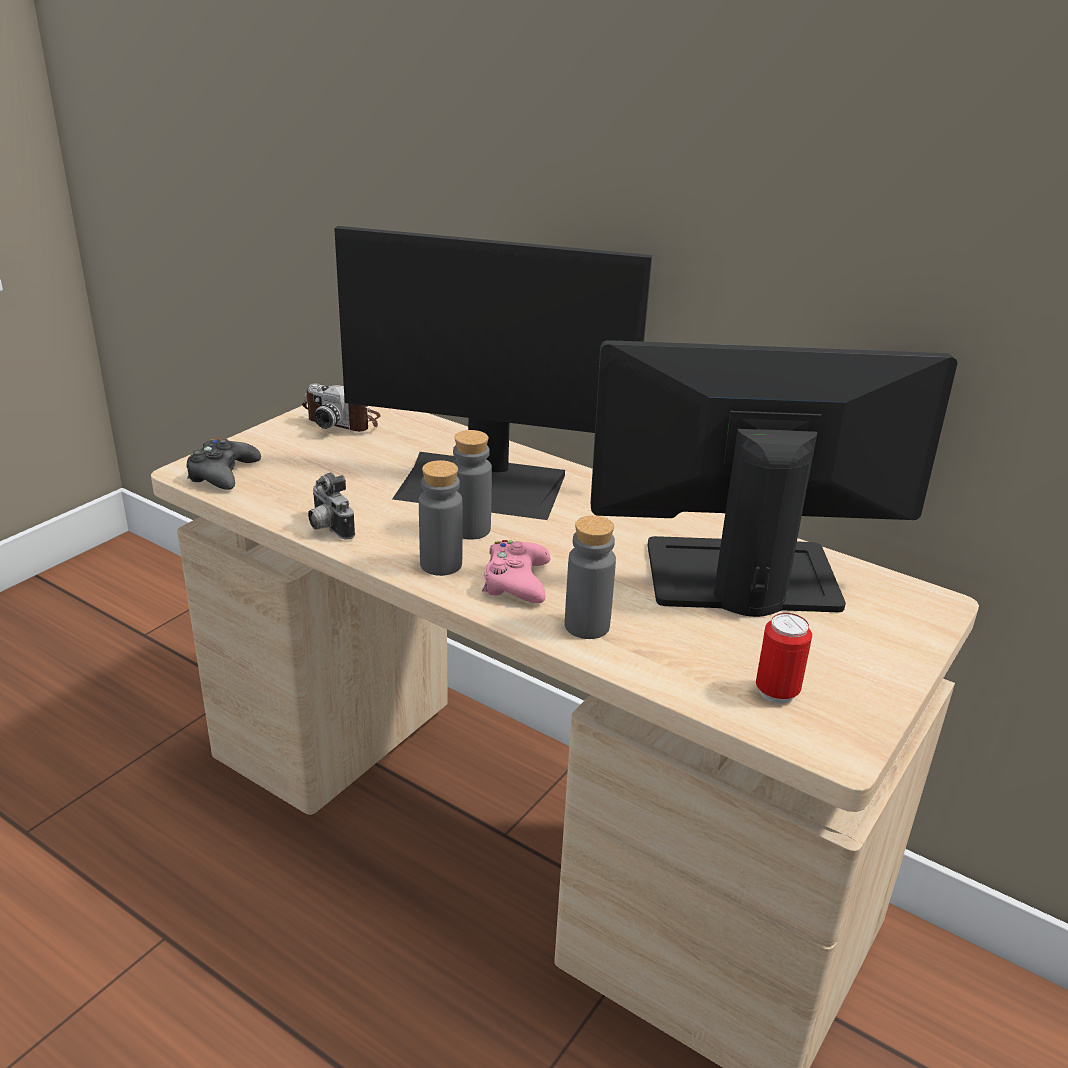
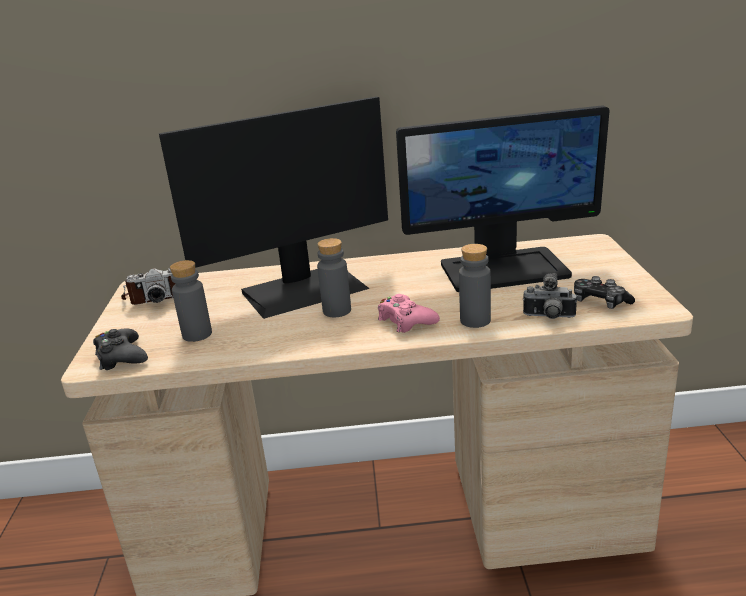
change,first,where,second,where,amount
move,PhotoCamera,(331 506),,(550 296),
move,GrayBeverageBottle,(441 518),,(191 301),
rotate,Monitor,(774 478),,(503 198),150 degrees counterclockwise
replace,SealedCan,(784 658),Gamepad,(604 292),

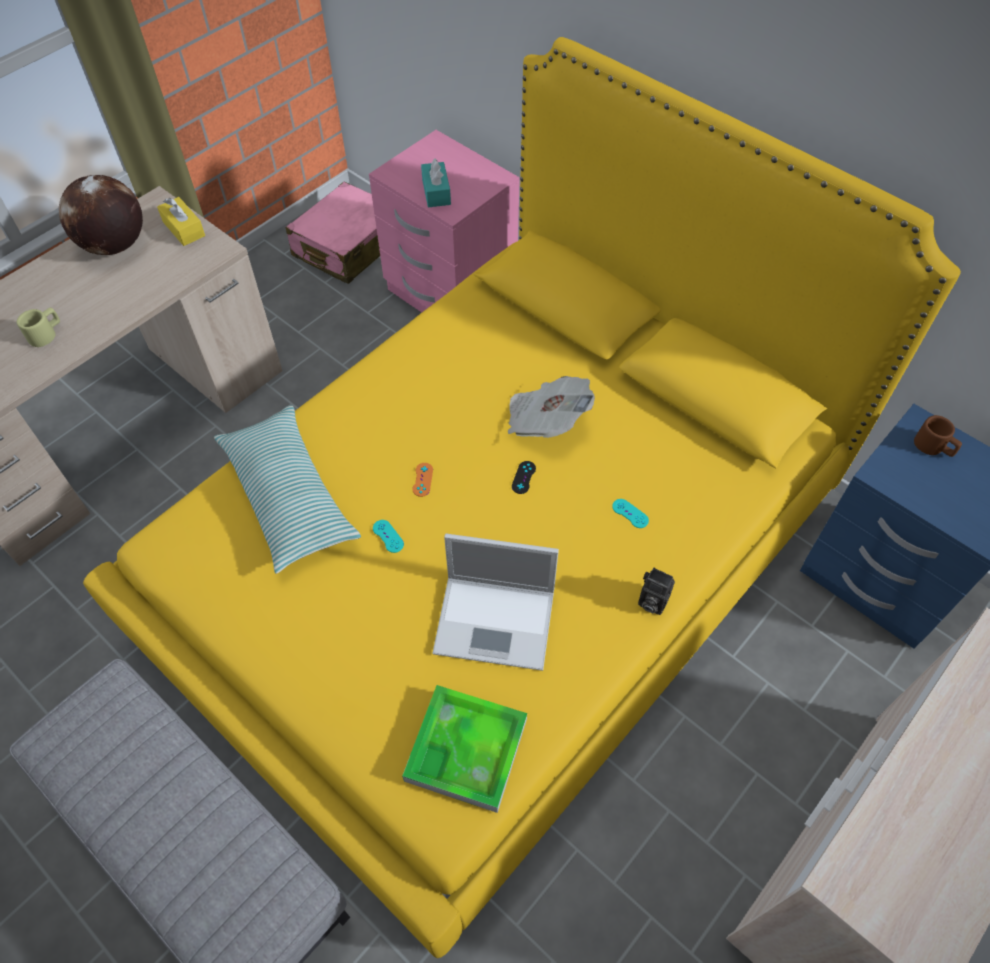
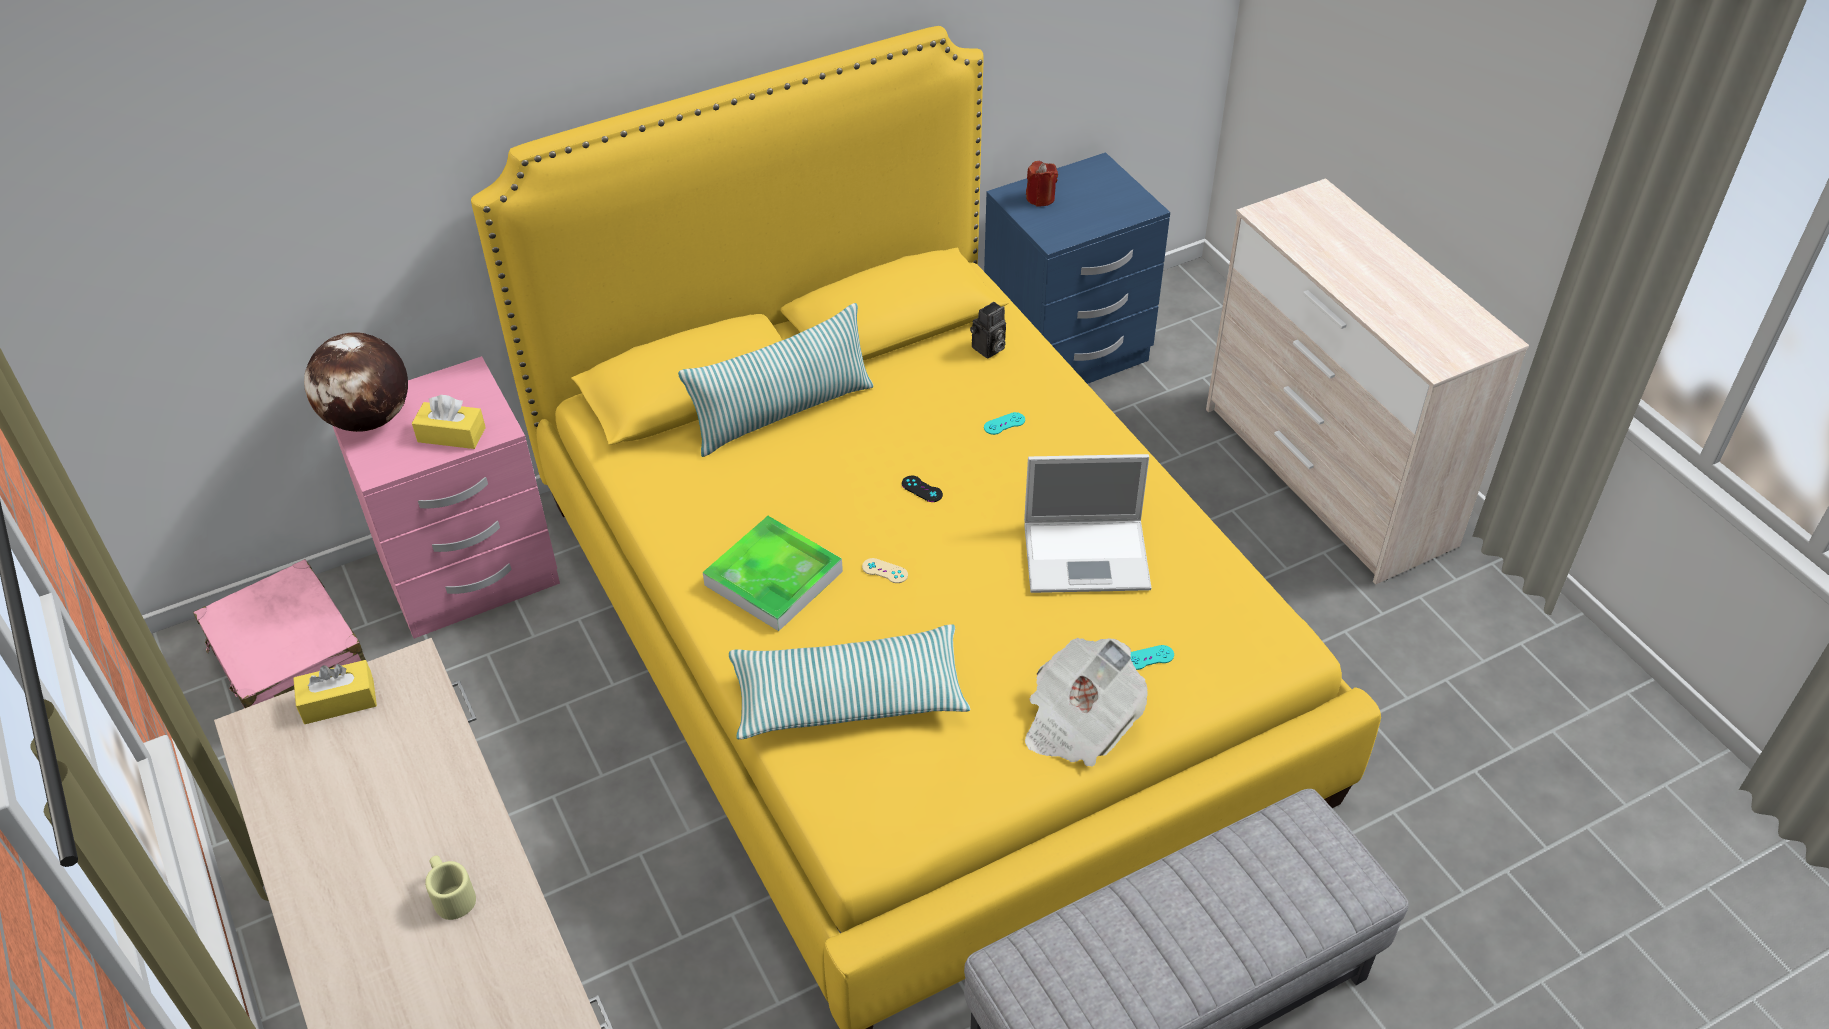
change,first,where,second,where,amount
move,DeskGlobe,(101 215),,(356 382),
move,TurquoiseGamepad,(388 536),,(1152 657),
move,ServingTray,(464 749),,(773 573),
recolor,OrangeyGamepad,(422 480),SandColouredGamepad,(885 570),
recolor,TurquoiseBoxOfTissues,(436 182),YellowishBoxOfTissues,(449 422),
rotate,PortableComputer,(495 602),,(1088 523),60 degrees clockwise
move,PrintedPaper,(551 407),,(1086 702),
move,PhotoCamera,(656 591),,(988 330),
replace,BrownMug,(938 436),RedWaxCandle,(1042 184),
insert,,,Pillow,(776 380),

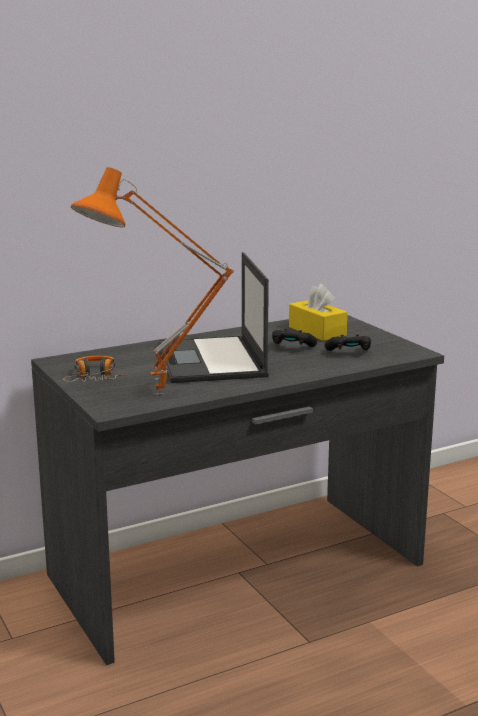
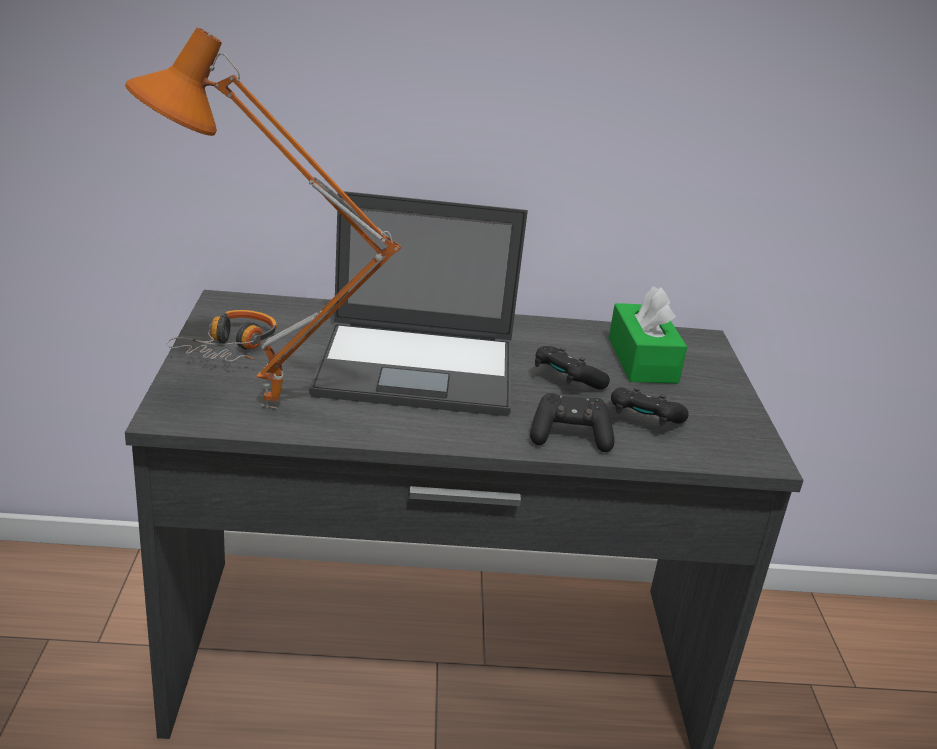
change,first,where,second,where,amount
rotate,PortableComputer,(213 317),,(418 303),105 degrees counterclockwise
recolor,YellowishBoxOfTissues,(318 312),GreenColouredBoxOfTissues,(648 335),
insert,,,BlackGamepad,(572 422),

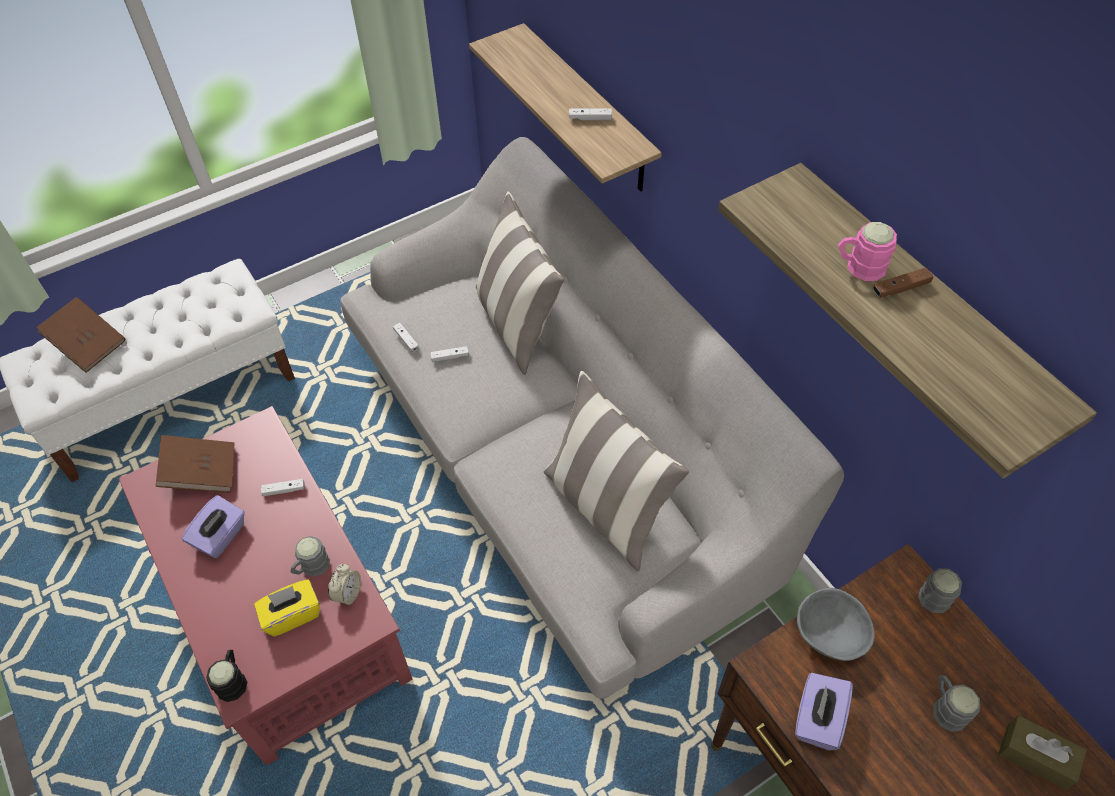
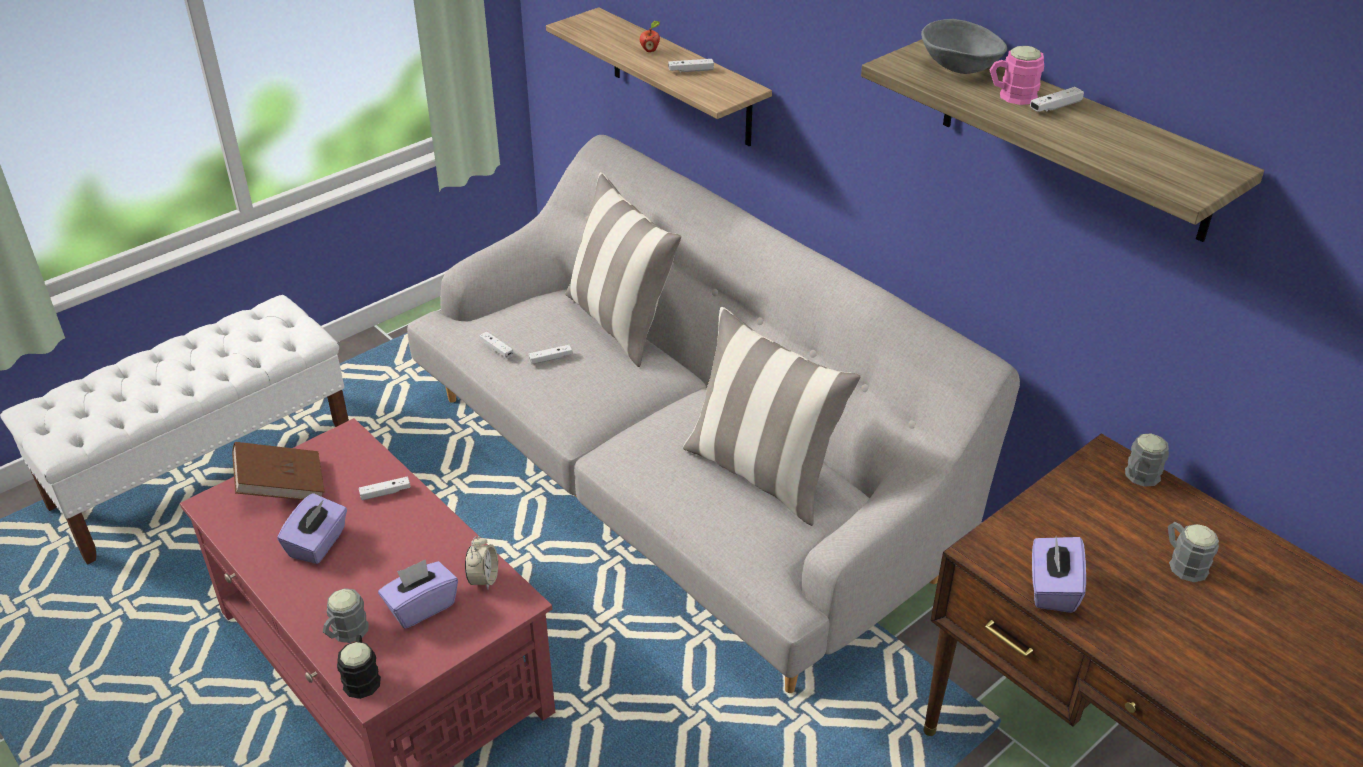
change,first,where,second,where,amount
delete,BrownBook,(80 335),,,
recolor,YellowishBoxOfTissues,(287 608),PurplishBoxOfTissues,(418 594),
move,GrayMug,(310 556),,(346 615),
move,GrayBowl,(836 624),,(964 46),
recolor,BrownGamepad,(903 282),WhiteColouredGamepad,(1057 99),
delete,BrownBoxOfTissues,(1042 752),,,
insert,,,AppleFruit,(649 36),

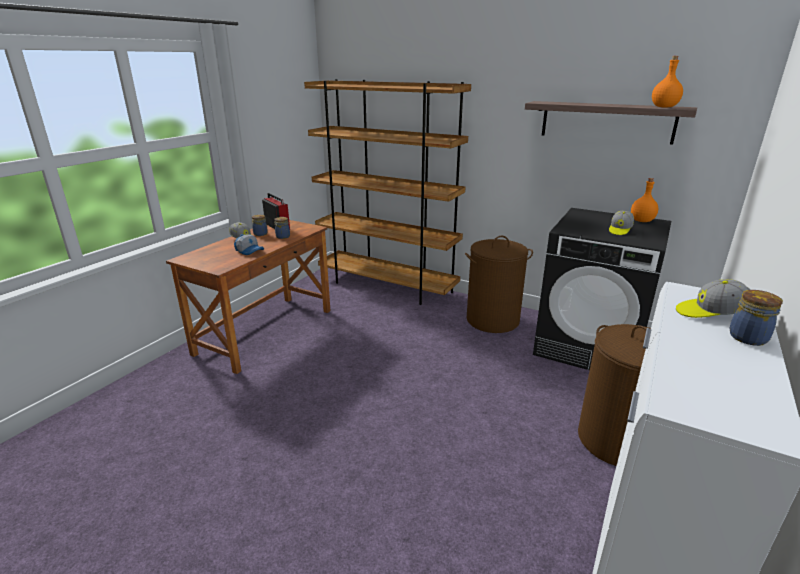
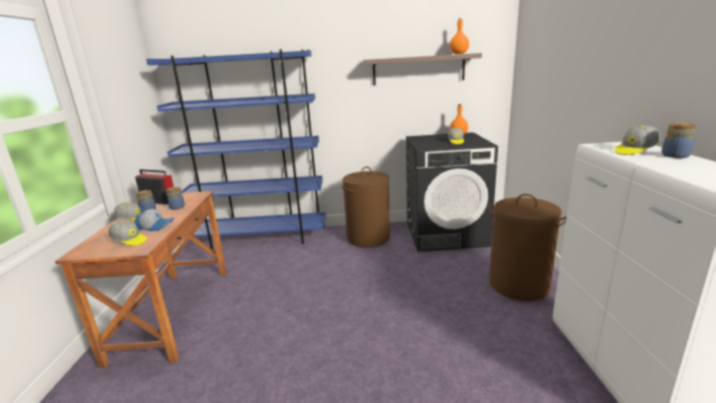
change,first,where,second,where,amount
recolor,BrownBookcase,(387 192),BlueBookcase,(236 149),
insert,,,Cap,(128 233),

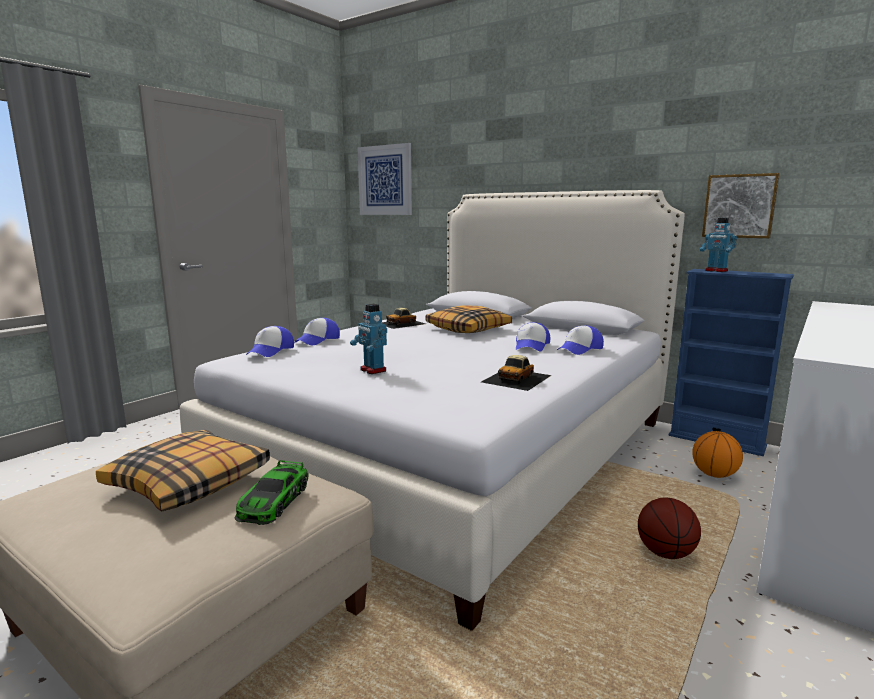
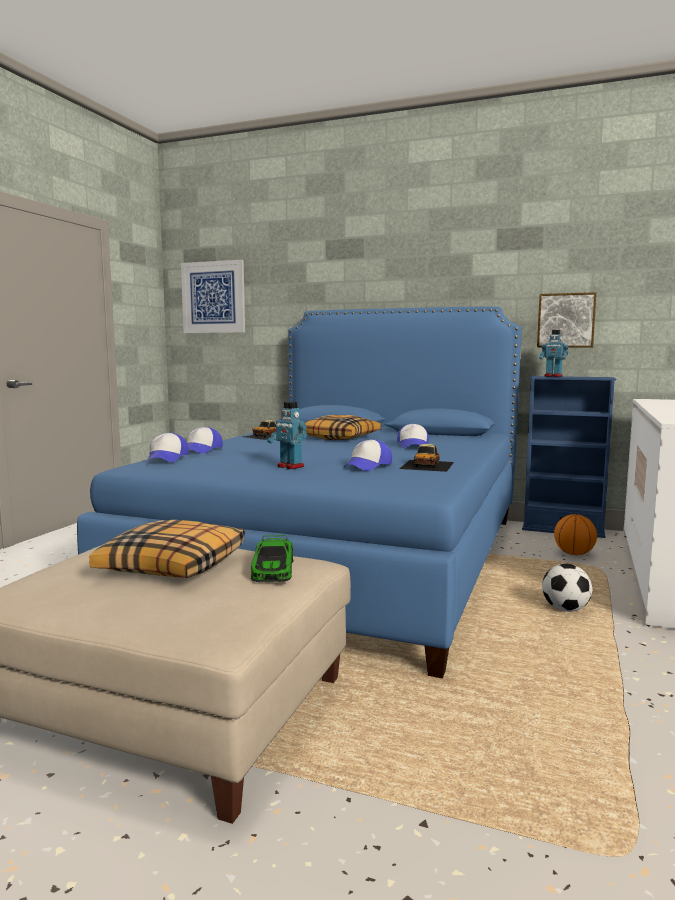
change,first,where,second,where,amount
recolor,WhiteColouredBedroomBed,(432 410),BlueBedroomBed,(299 492),
move,Cap,(580 340),,(367 455),
replace,BasketballBall,(669 528),FootballBall,(567 588),

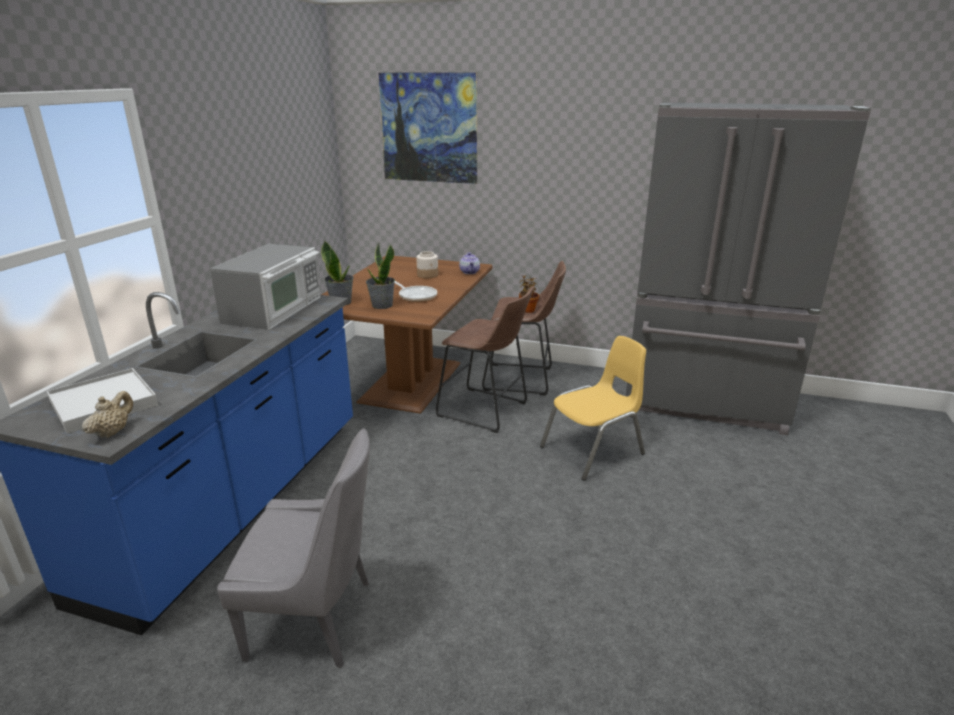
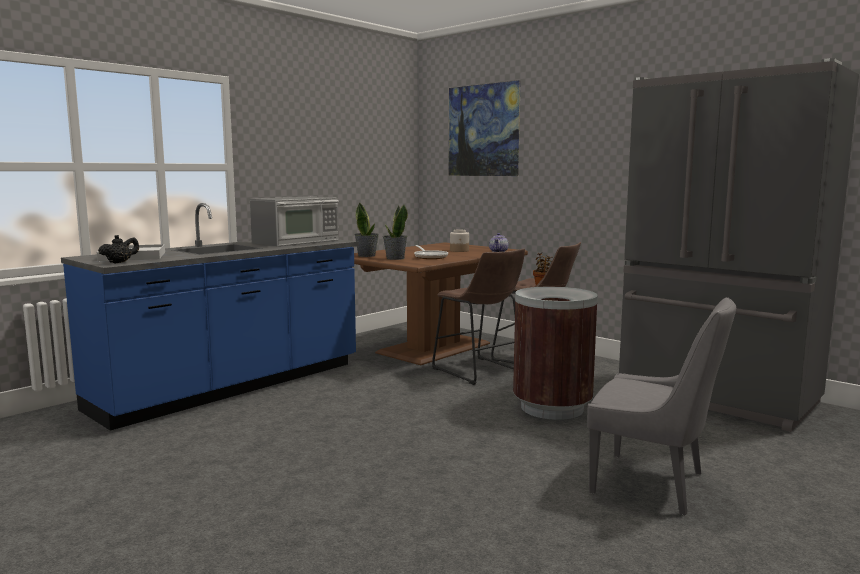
change,first,where,second,where,amount
recolor,SandColouredTeapot,(107 414),BlackTeapot,(118 249),
move,GrayPlainChair,(293 548),,(661 406),
replace,YellowishPlainChair,(593 408),BrownWasteBin,(555 353),

